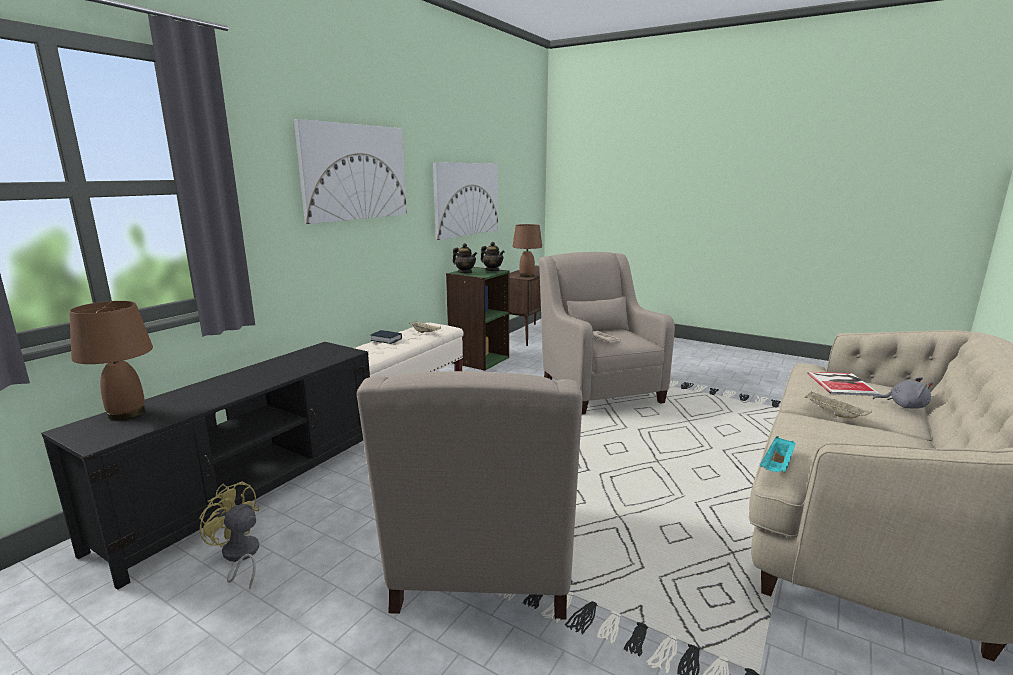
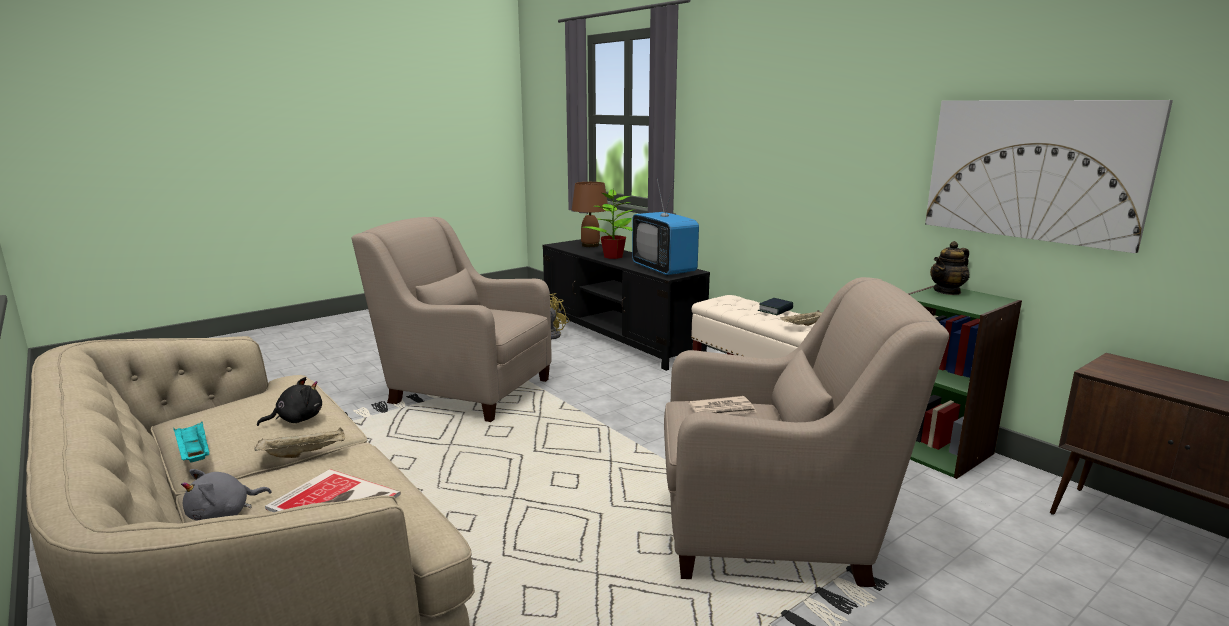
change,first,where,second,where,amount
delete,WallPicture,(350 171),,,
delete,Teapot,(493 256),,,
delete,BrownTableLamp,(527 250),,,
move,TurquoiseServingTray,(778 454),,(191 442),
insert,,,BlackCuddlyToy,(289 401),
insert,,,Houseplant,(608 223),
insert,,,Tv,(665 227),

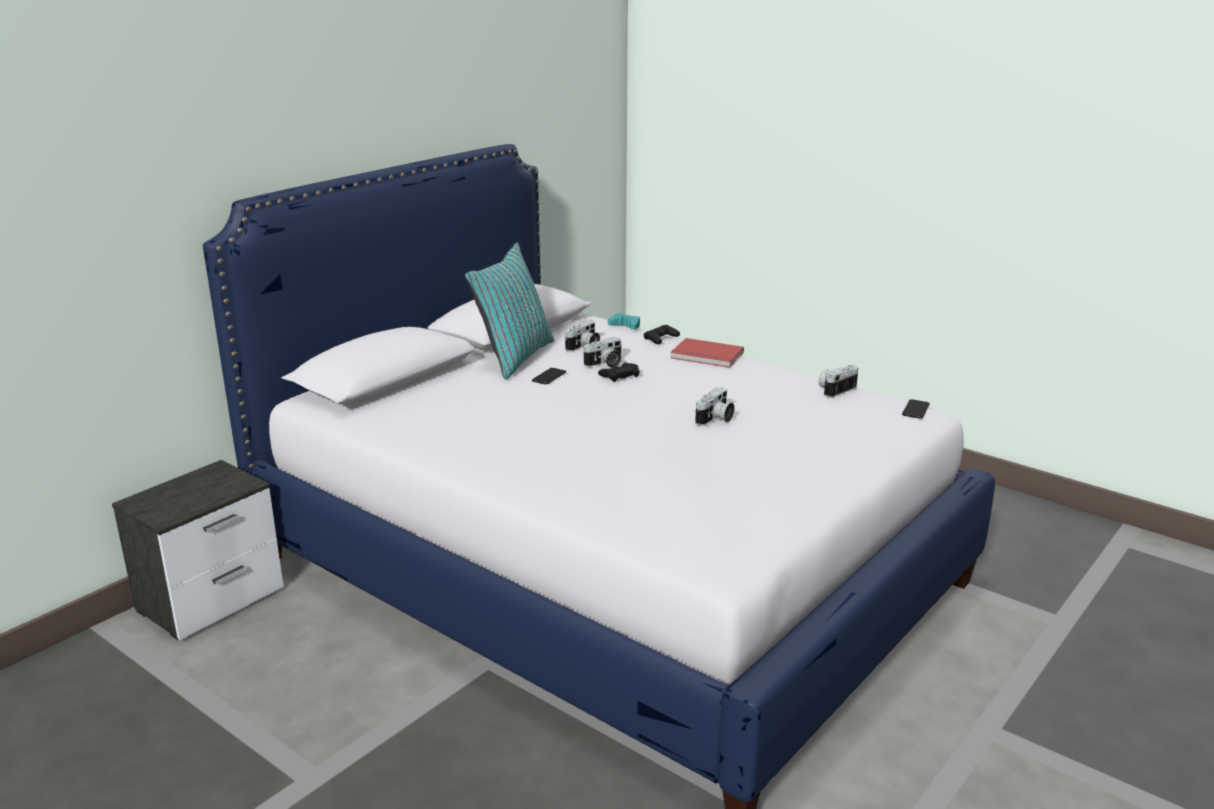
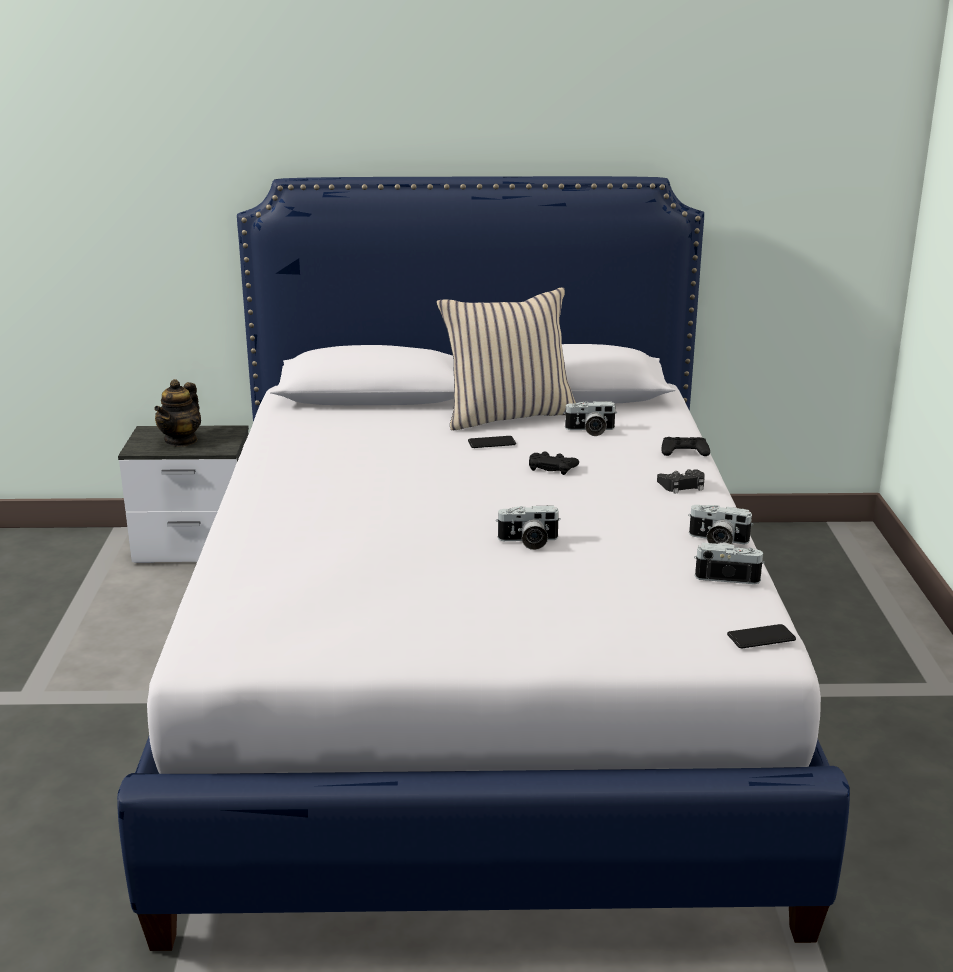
change,first,where,second,where,amount
recolor,TurquoisePillow,(509 311),SandColouredPillow,(506 358),
move,PhotoCamera,(602 352),,(721 525),
delete,TurquoiseGamepad,(624 321),,,
replace,RedBook,(707 353),BlackGamepad,(681 481),
insert,,,Teapot,(177 413),

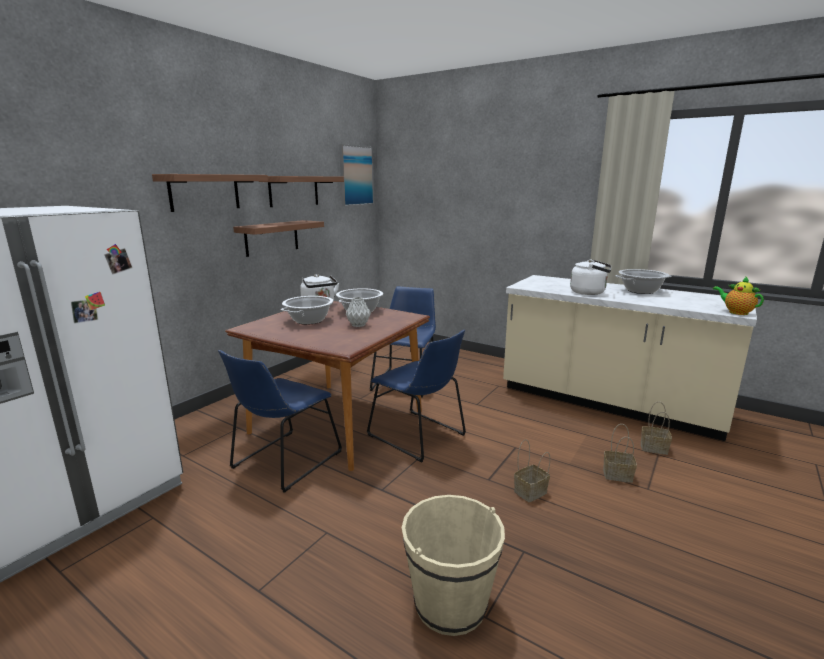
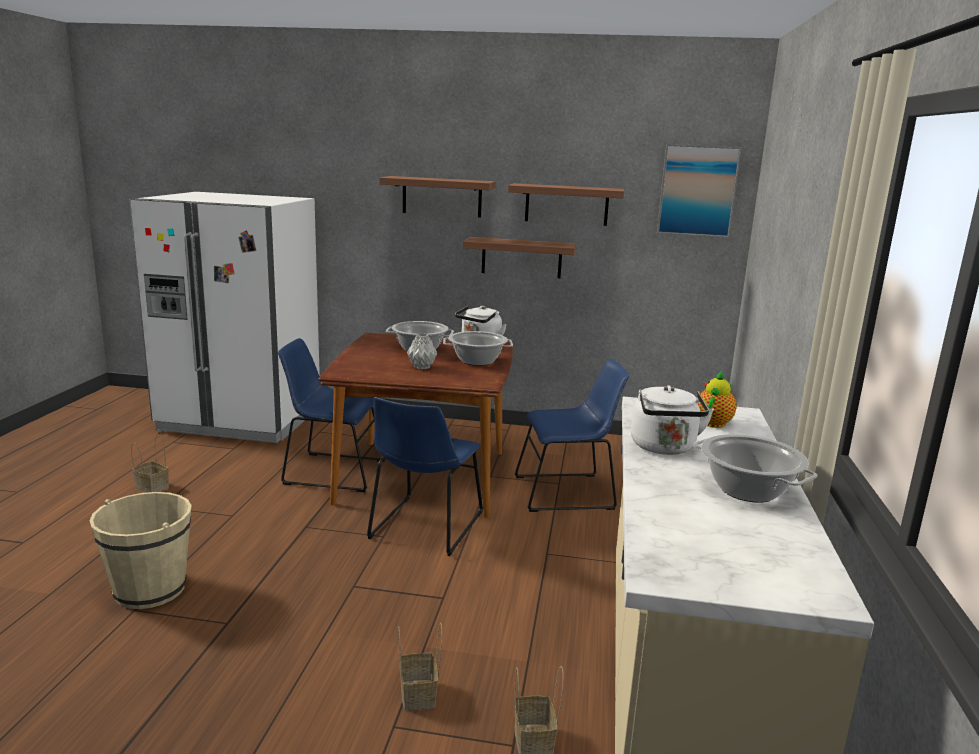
change,first,where,second,where,amount
move,Basket,(532 470),,(150 463),
move,Teapot,(738 296),,(717 399),

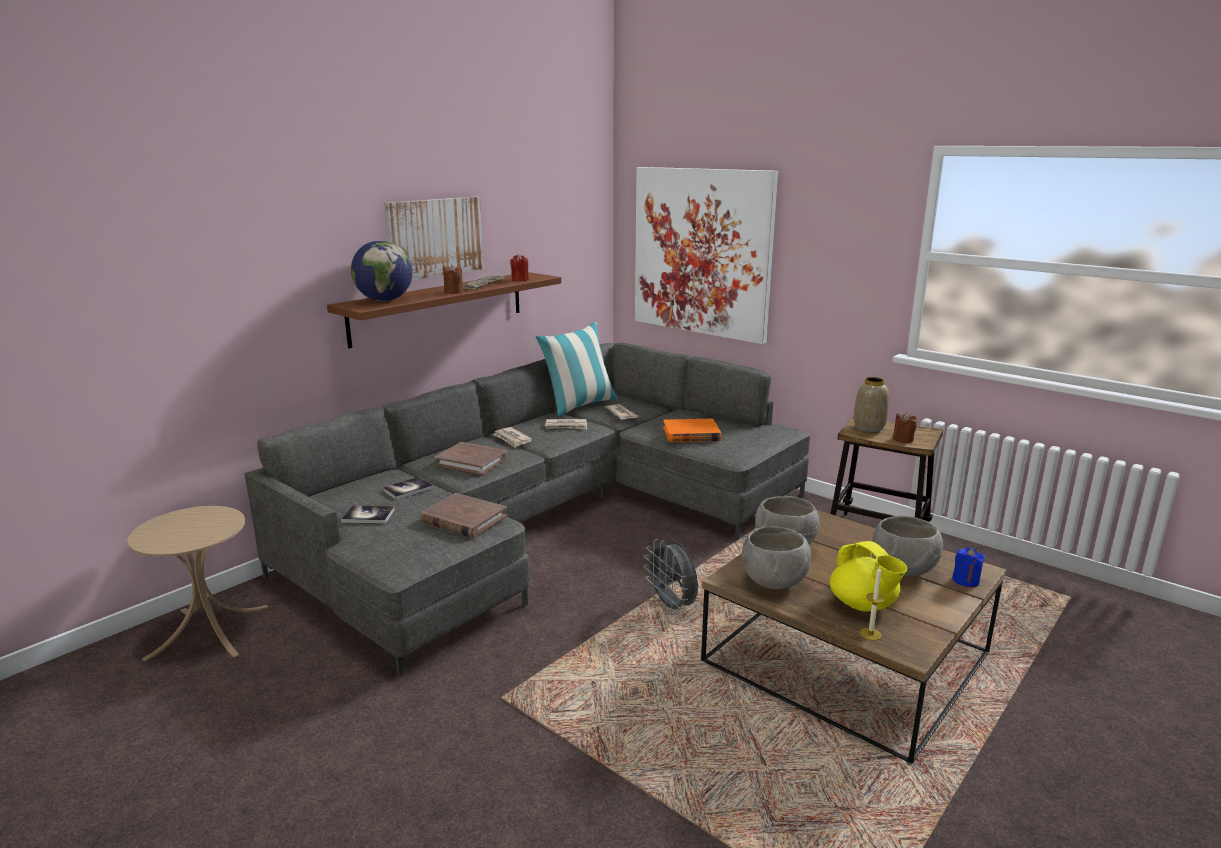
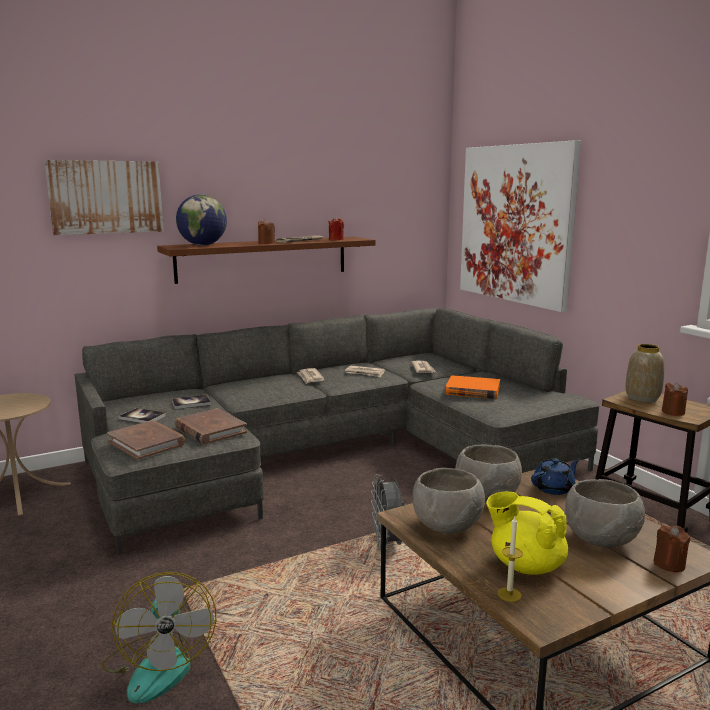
change,first,where,second,where,amount
move,WallPicture,(434 238),,(104 197),
move,BrownBook,(470 458),,(146 440),
delete,Pillow,(576 369),,,
rotate,YellowishTeapot,(868 576),,(527 533),135 degrees clockwise
recolor,BlueWaxCandle,(968 567),BrownWaxCandle,(672 548),
insert,,,CoolingFan,(159 638),
insert,,,BlueTeapot,(555 476),

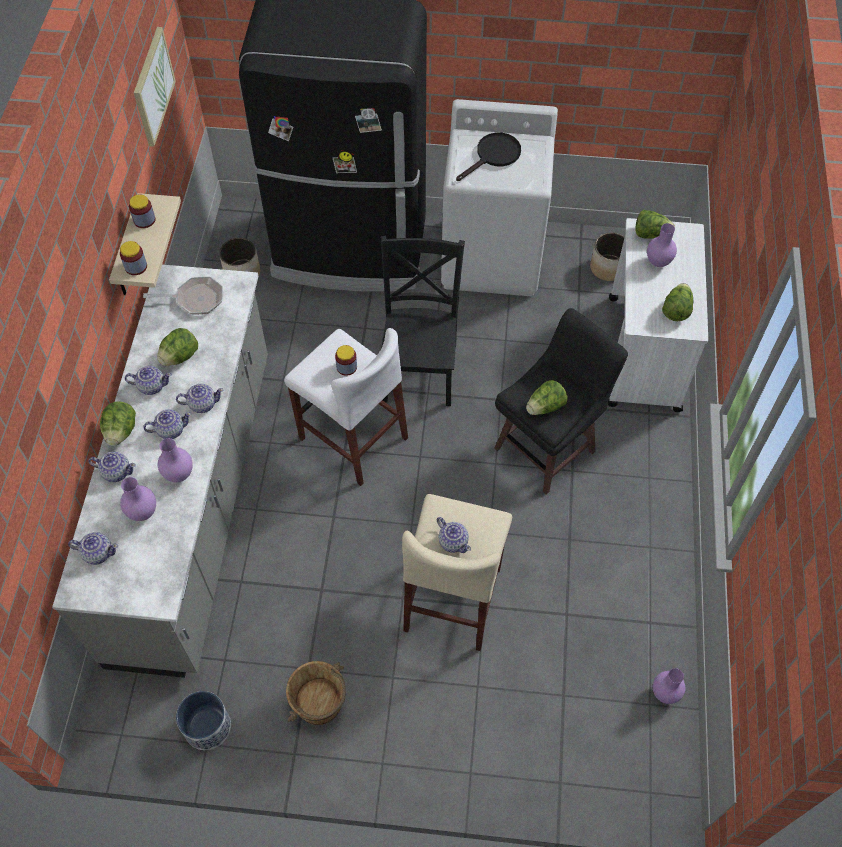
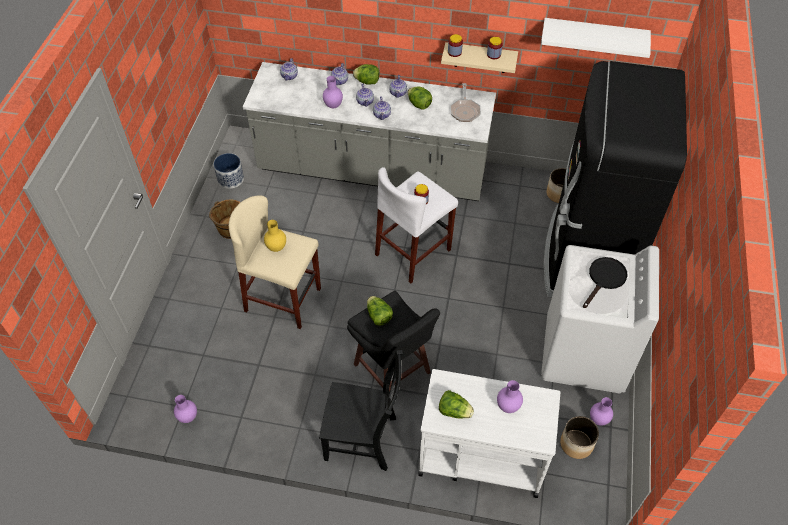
change,first,where,second,where,amount
move,PurplishDecorativeVase,(138 499),,(601 411),
replace,WallPicture,(155 87),WhiteColouredShelf,(596 38),
move,BlackPlainChair,(423 321),,(361 410),
replace,Teapot,(454 535),YellowishDecorativeVase,(275 236),
rotate,BlackFryingPan,(488 157),,(605 282),105 degrees counterclockwise
delete,LettuceHead,(655 224),,,

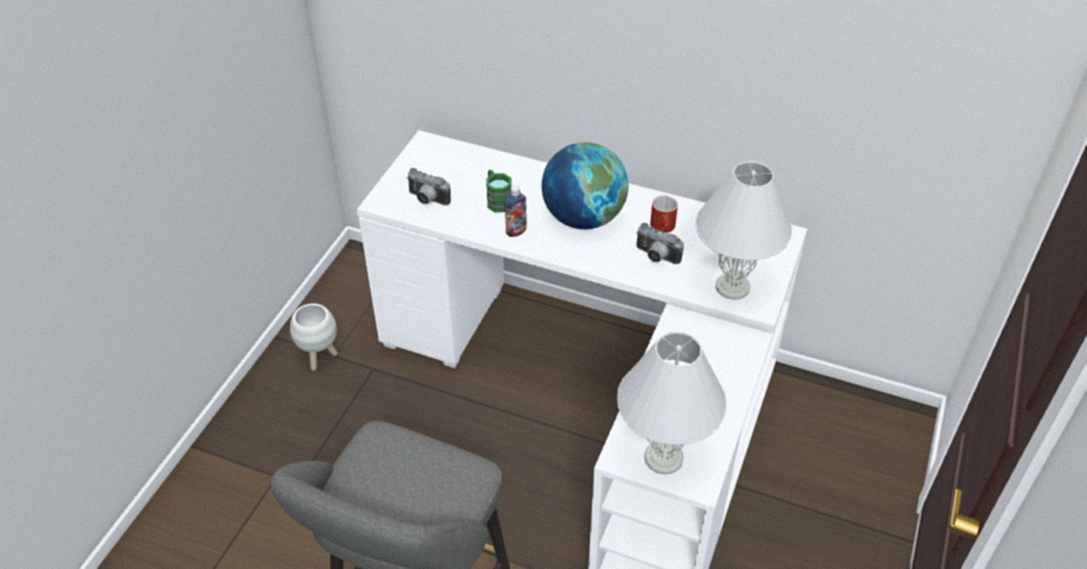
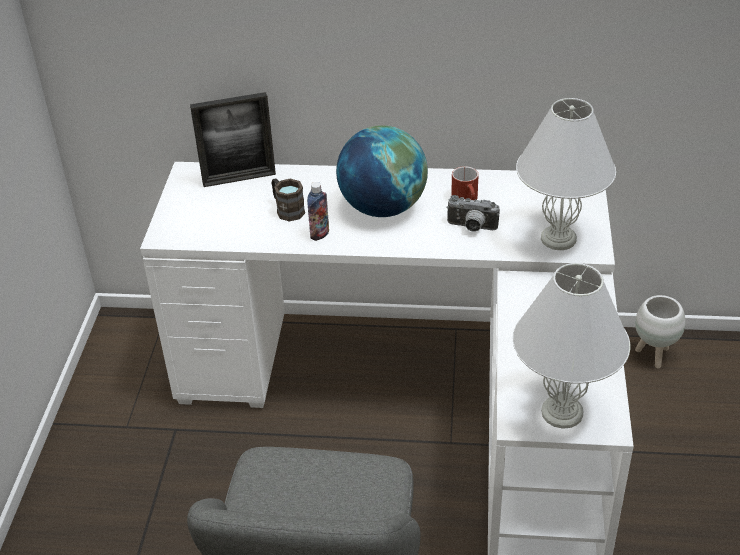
change,first,where,second,where,amount
move,WhiteColouredPlantPot,(314 337),,(660 332),
delete,PhotoCamera,(429 186),,,
recolor,GreenColouredMug,(498 191),BrownMug,(288 200),
insert,,,StandingFrame,(233 139),

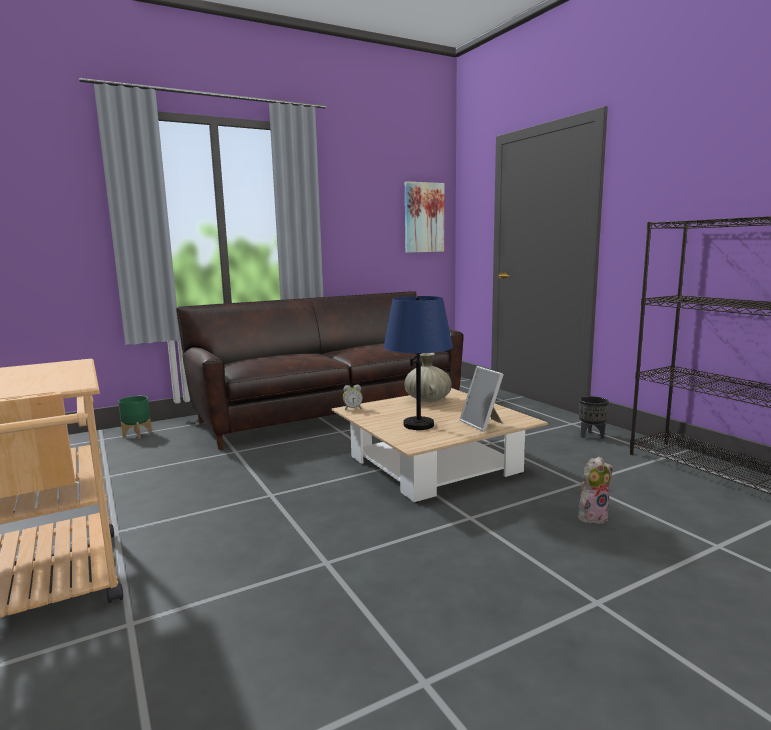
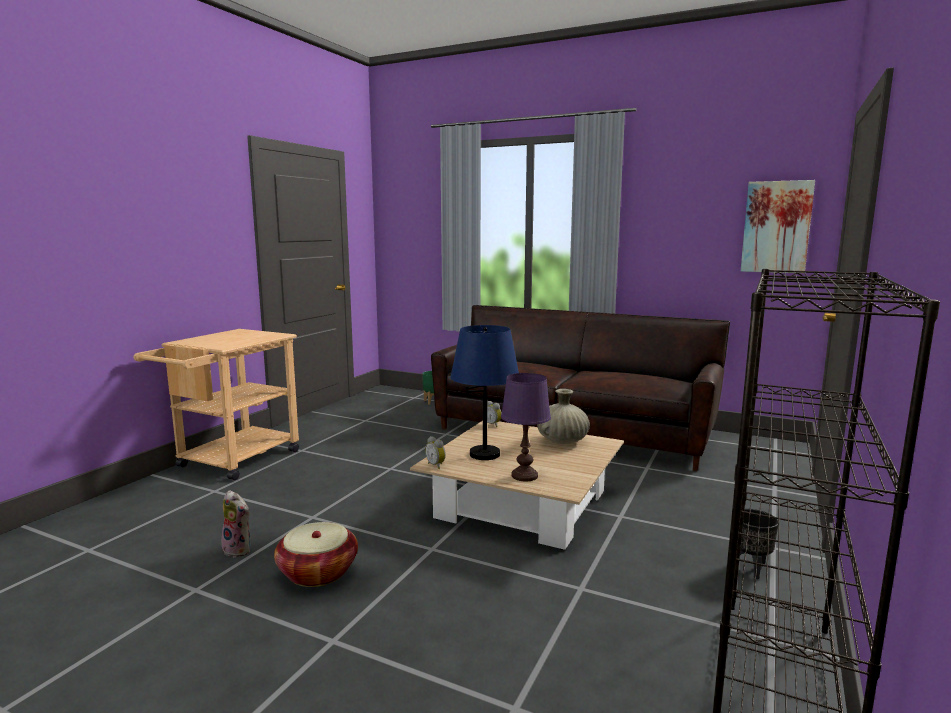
change,first,where,second,where,amount
replace,StandingFrame,(482 399),PurplishTableLamp,(526 427),
move,CuddlyToy,(595 490),,(236 524),
insert,,,Basket,(316 554),
insert,,,TableClock,(435 452),

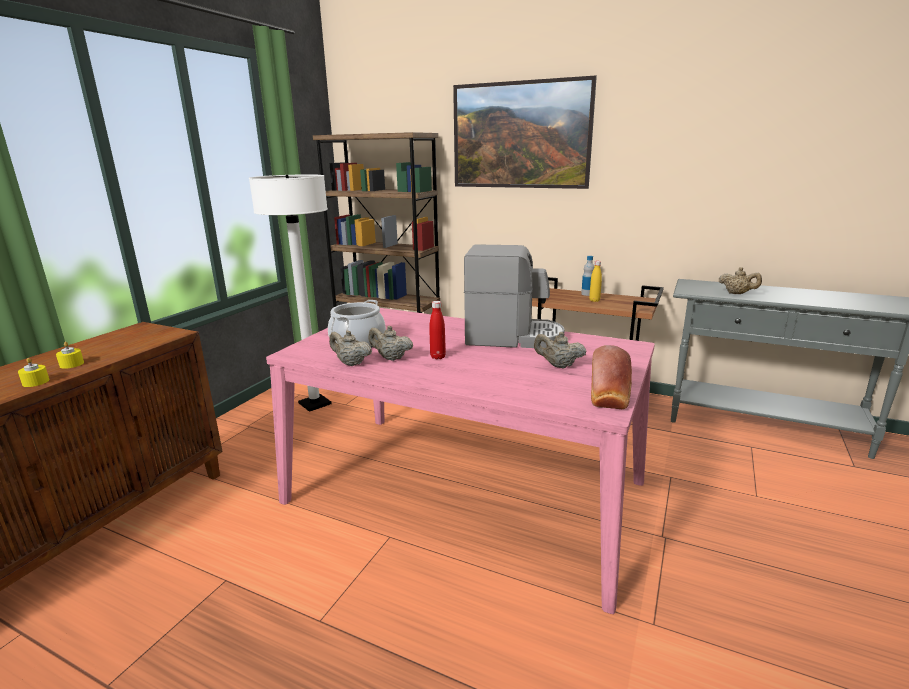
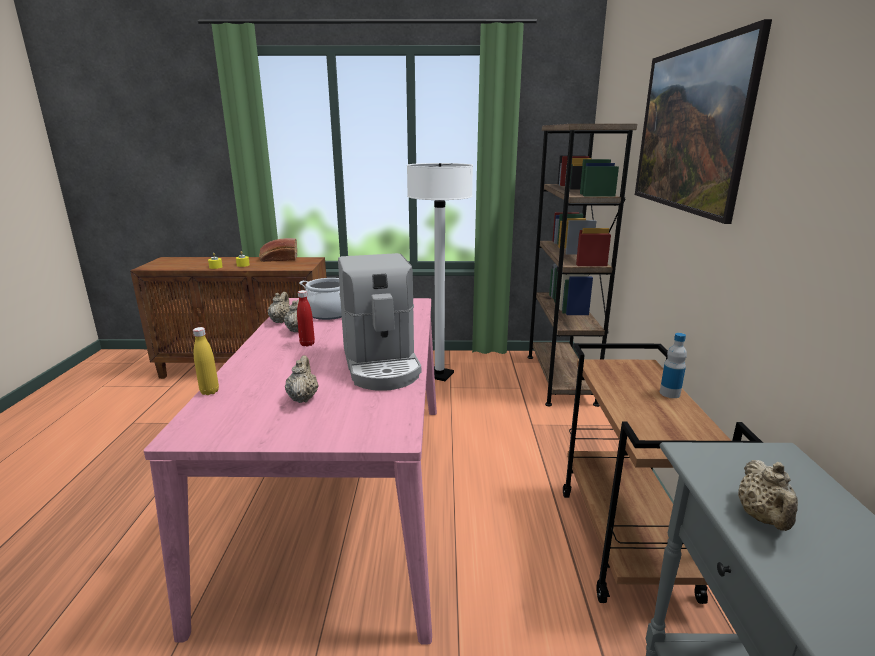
change,first,where,second,where,amount
move,YellowishBeverageBottle,(595 281),,(206 361),
move,BakeryBread,(611 377),,(278 250),

